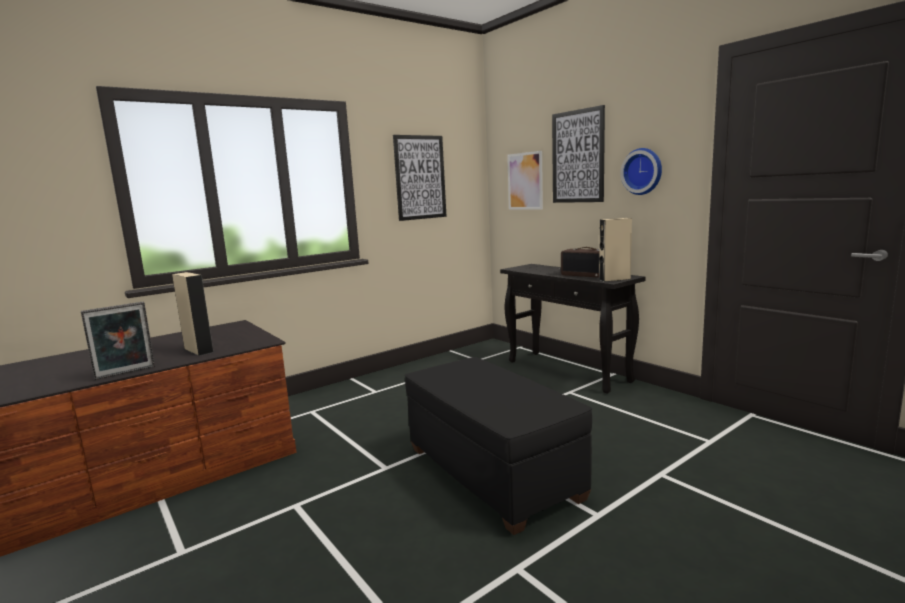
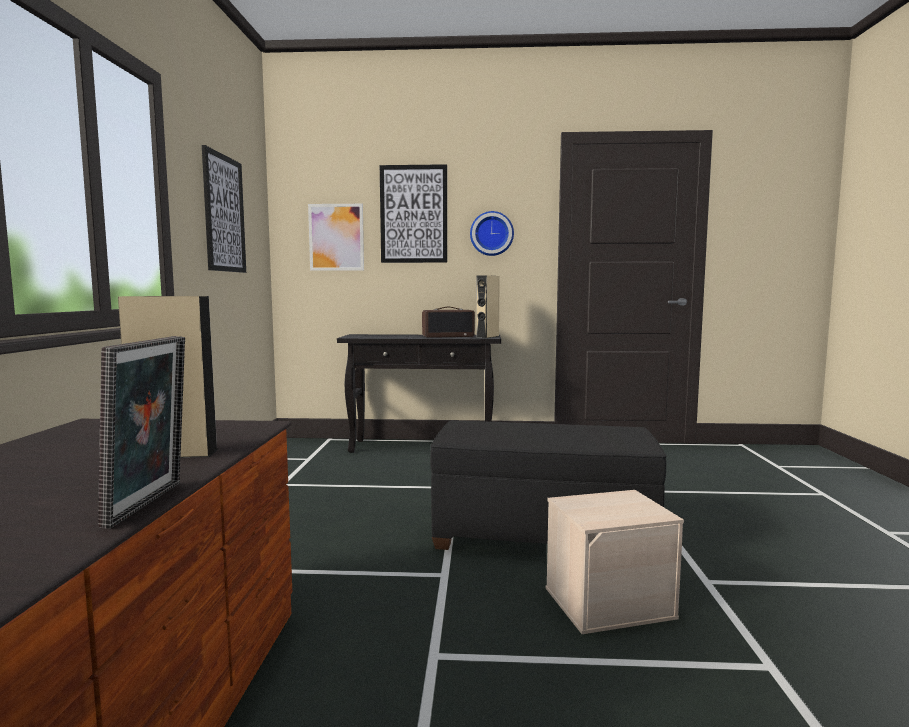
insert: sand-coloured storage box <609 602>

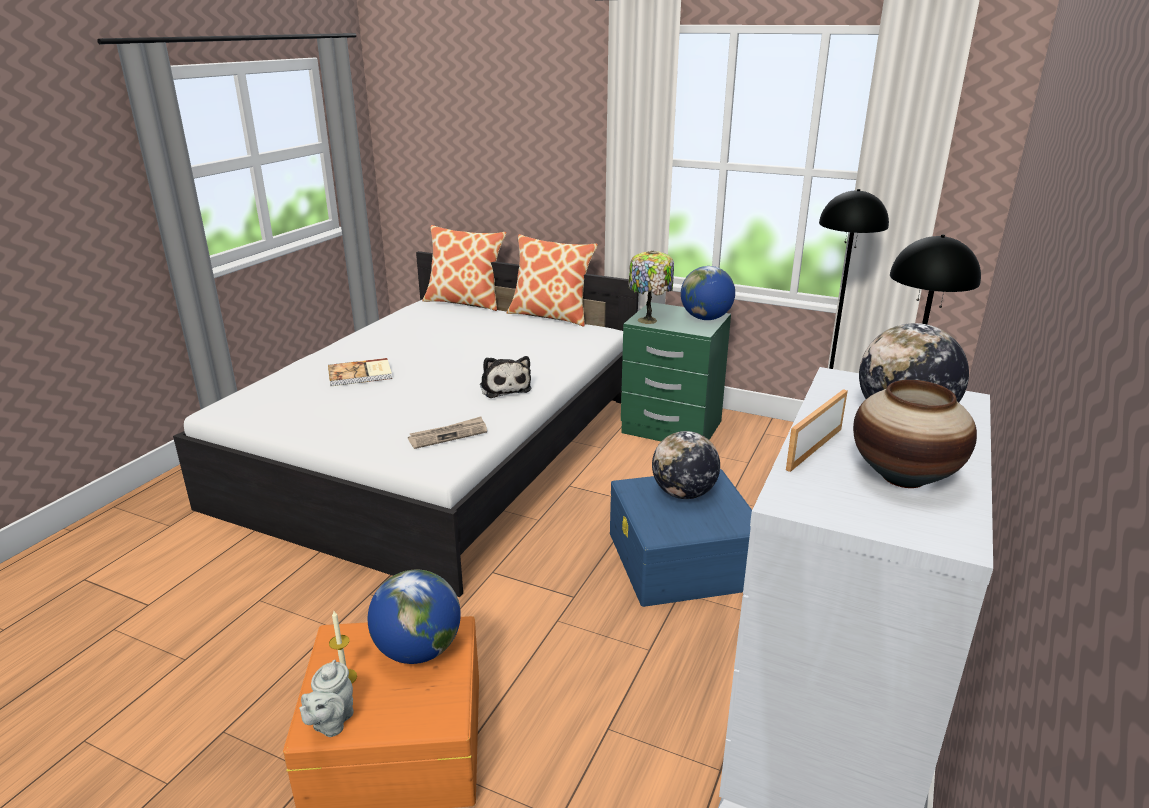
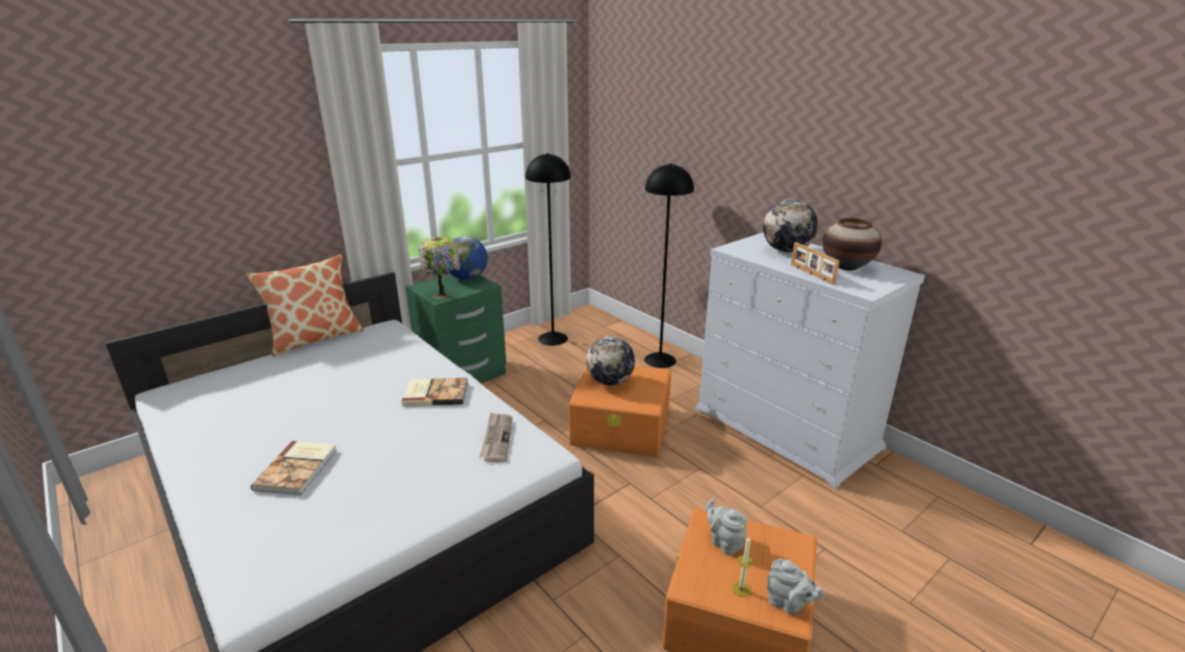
delete: pillow <465 302>
replace: world globe <418 650> to grey teapot <724 542>; soft toy <504 387> to book <435 393>
recolor: bluish storage box <682 560> to orangey storage box <622 425>

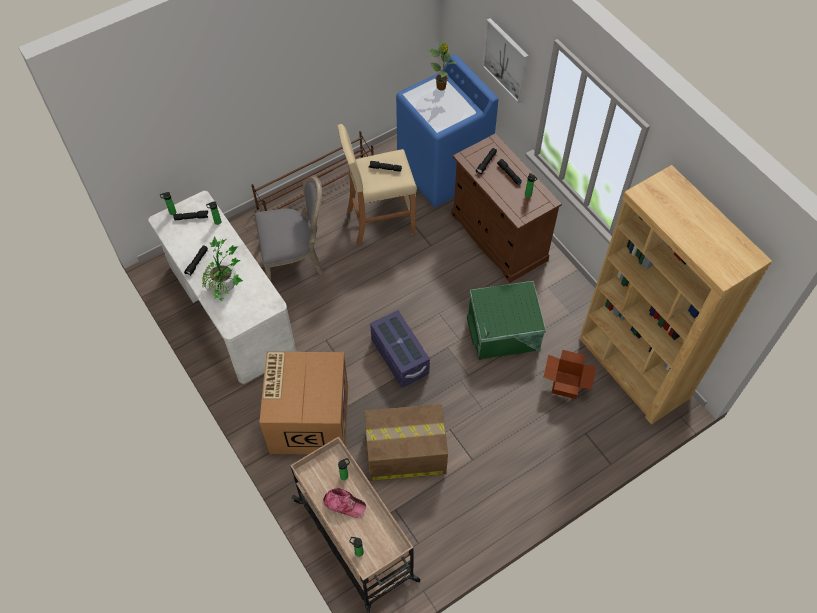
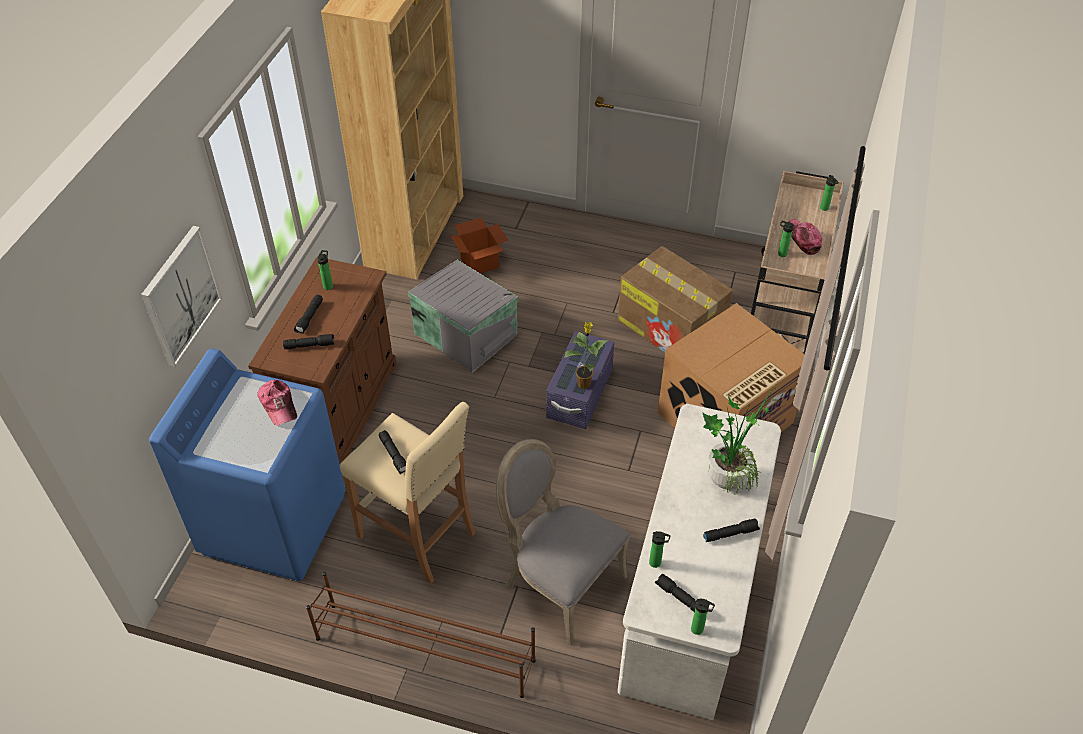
insert: baseball cap <278 405>
move: houseplant <441 87> to <584 383>
recolor: greenish storage box <504 333> to grey storage box <466 333>

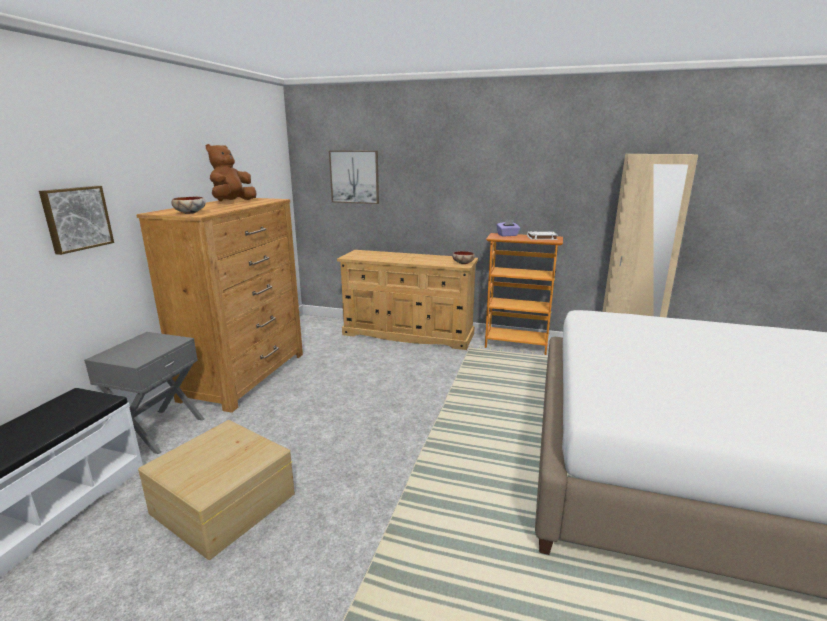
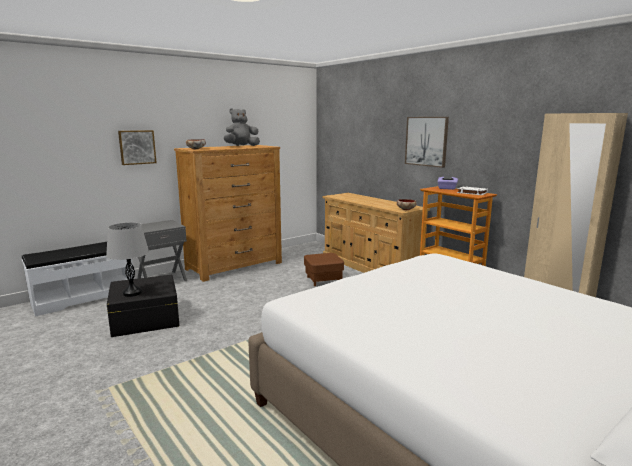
insert: grey table lamp <132 293>; brownish ottoman <323 280>
move: picture <354 177> to <426 141>
recolor: sand-coloured storage box <222 503> to black-coloured storage box <144 318>; brownish soft toy <232 202> to grey soft toy <241 146>

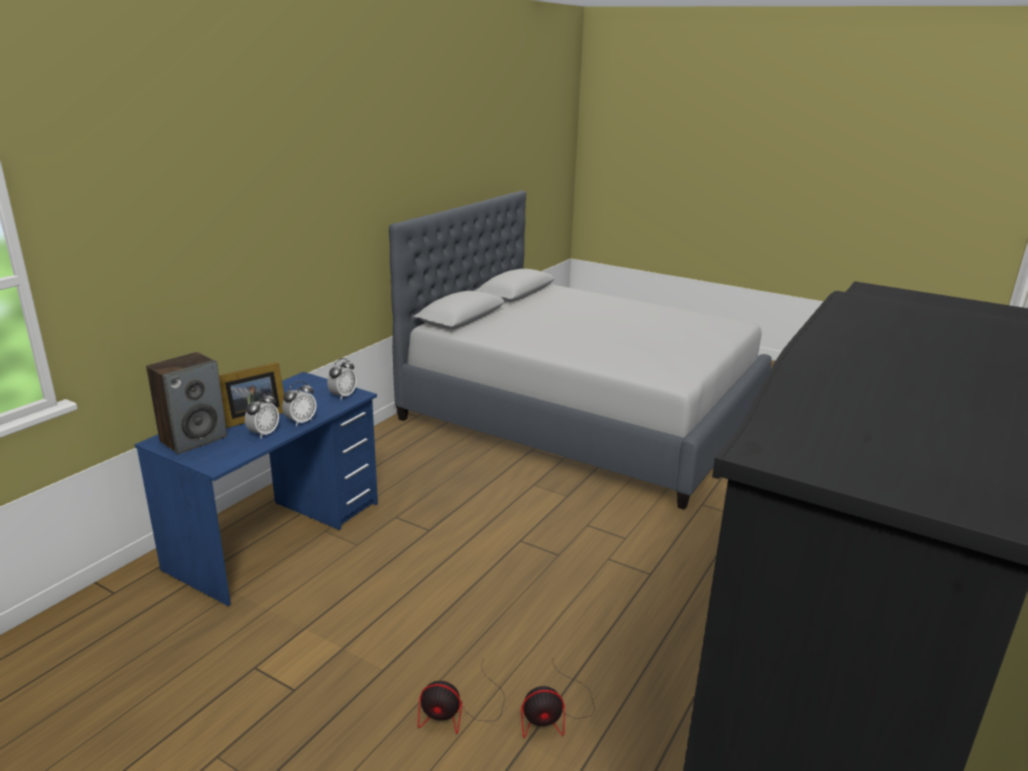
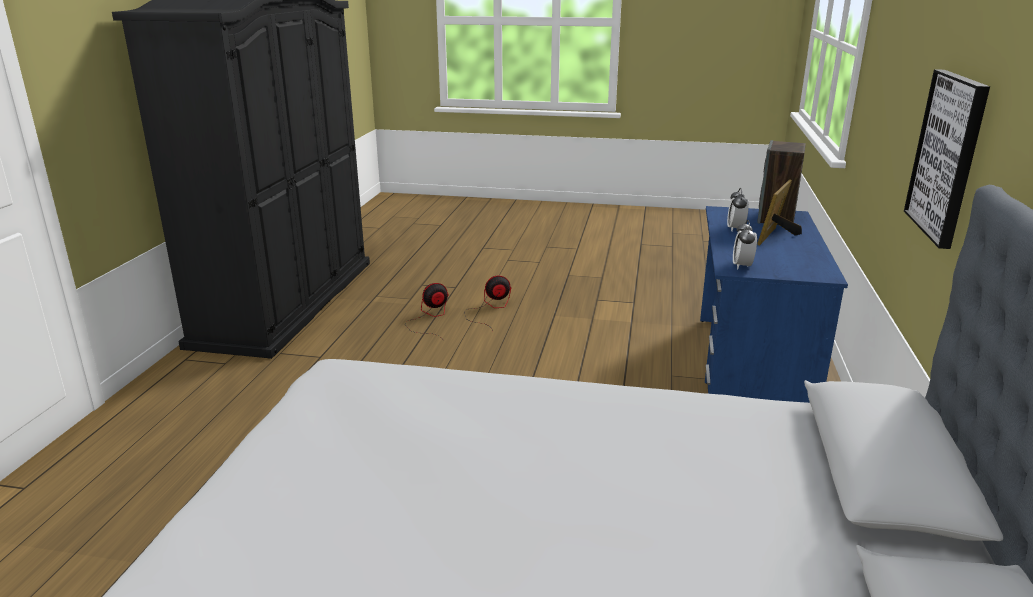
delete: alarm clock <300 421>
insert: picture <947 156>

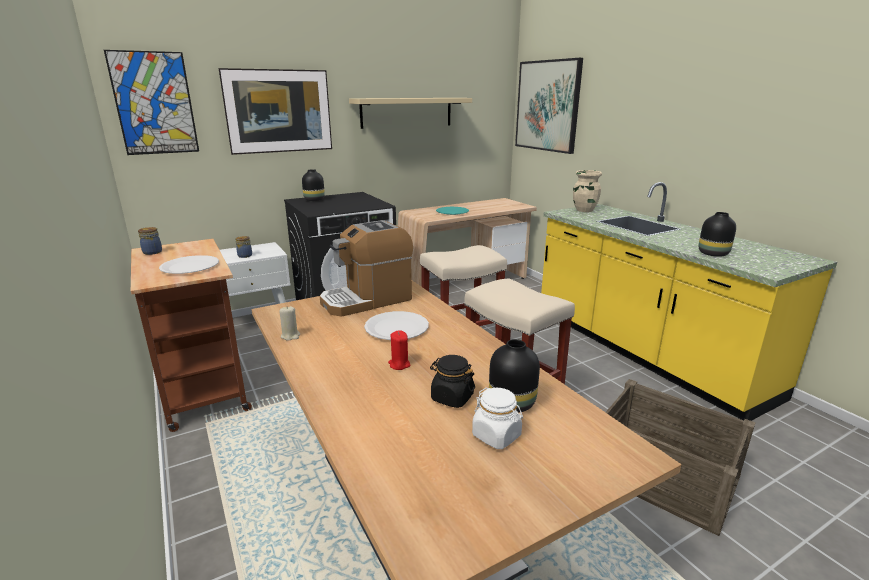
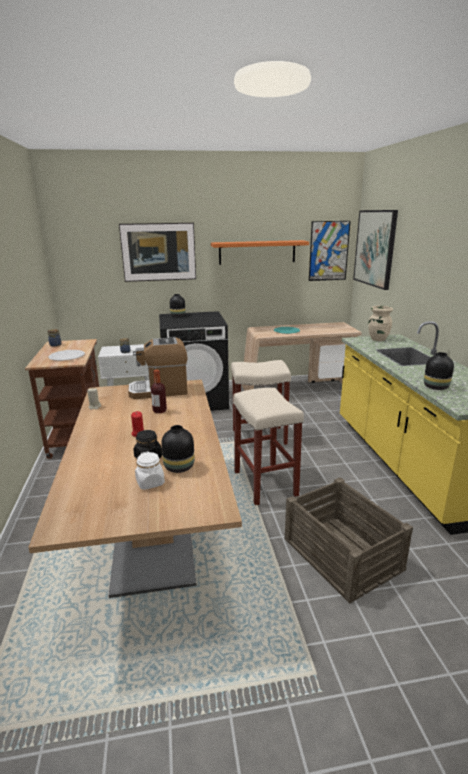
move: picture <154 103> to <329 251>
replace: white dinner plate <397 327> to beverage bottle <159 411>
recolor: sand-coloured shelf <406 112> to orangey shelf <257 252>

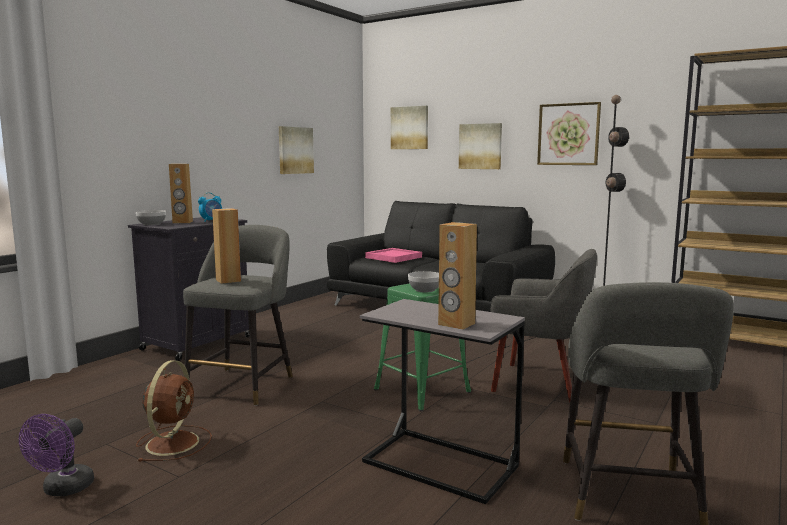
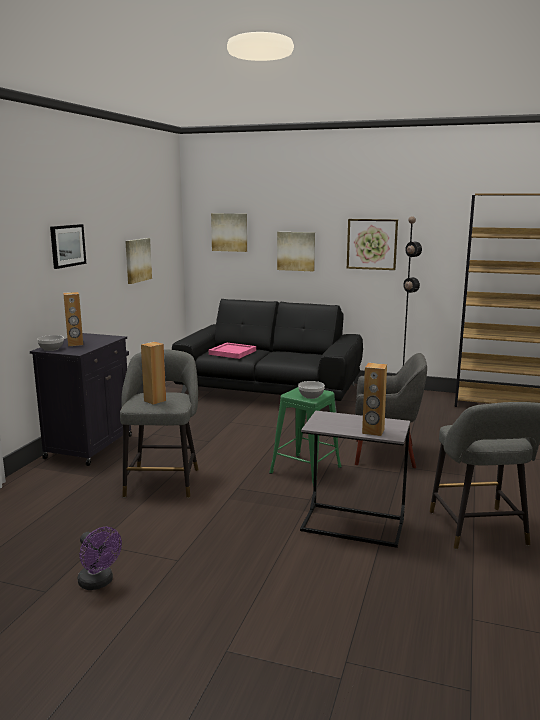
delete: brownish electric fan <174 442>; alarm clock <211 221>
insert: picture <67 245>
rotate: purple-coloured electric fan <63 490> = <99 583> 45 degrees counterclockwise

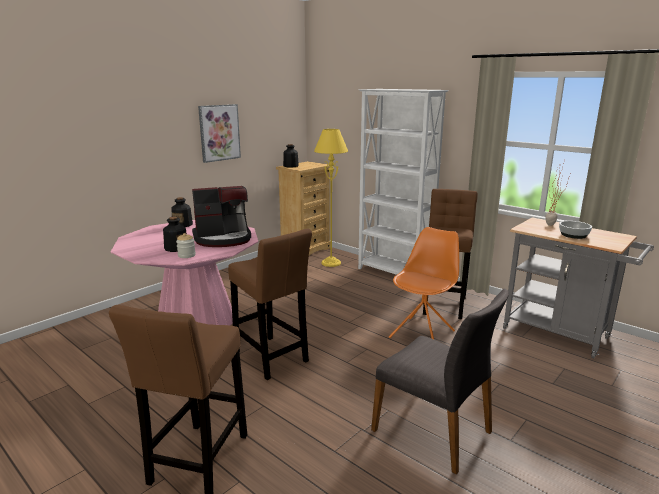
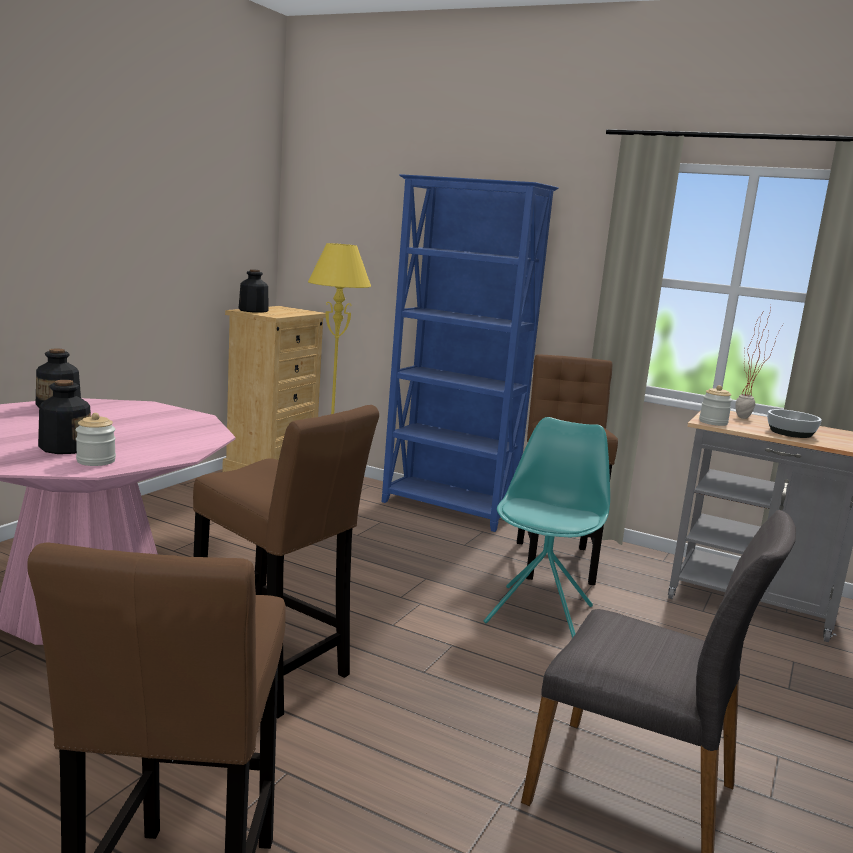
delete: coffee maker <223 239>; picture <219 132>
insert: preserve jar <713 422>
recolor: white bookshelf <394 273> to bluish bookshelf <448 510>; orangey chair <422 334> to blue-green chair <540 613>

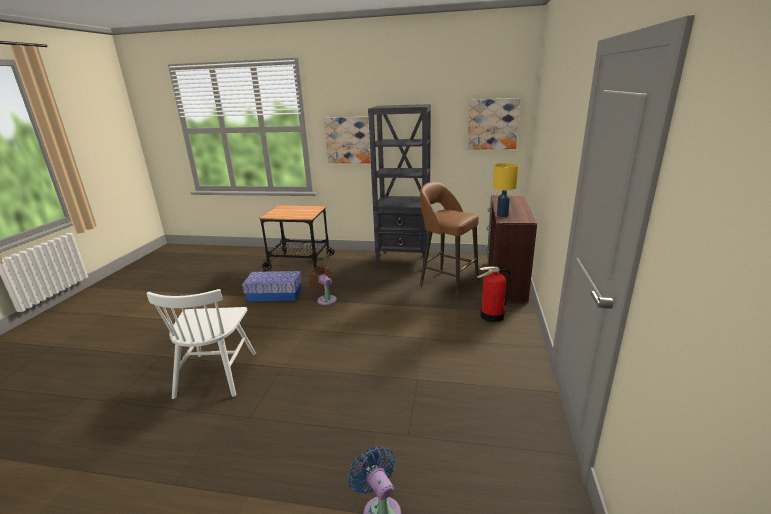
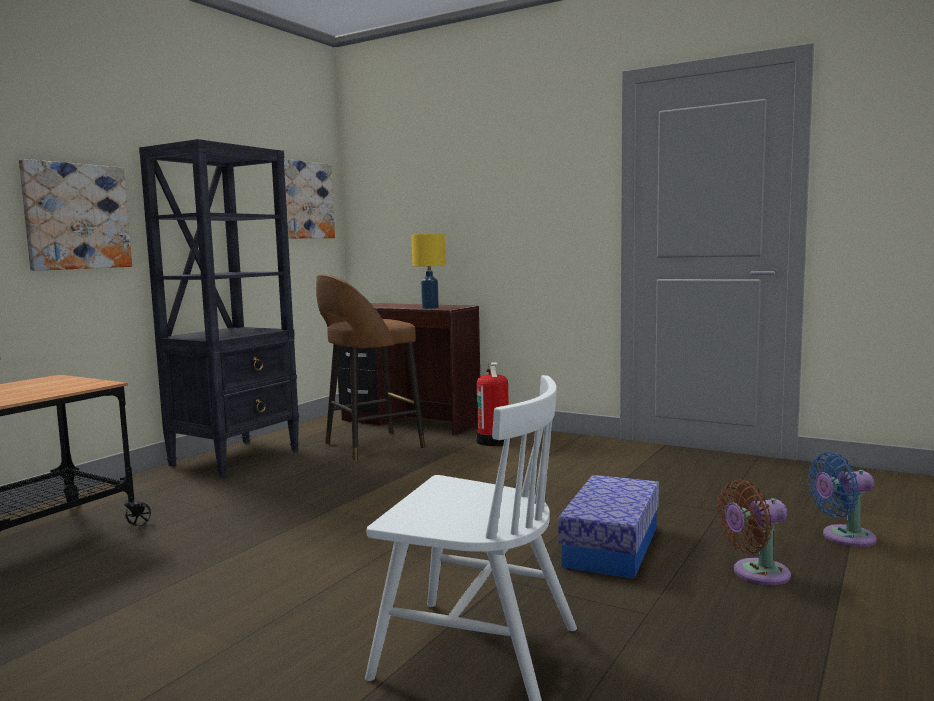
move: storage box <275 294> to <611 546>; brownish electric fan <326 299> to <756 574>

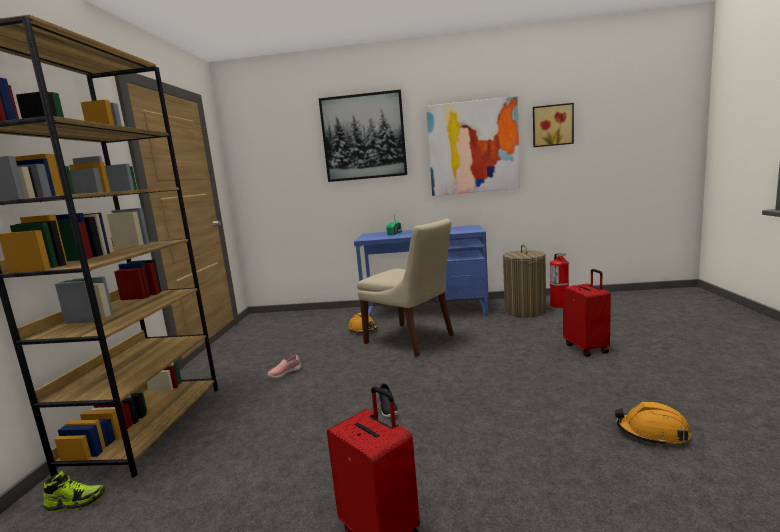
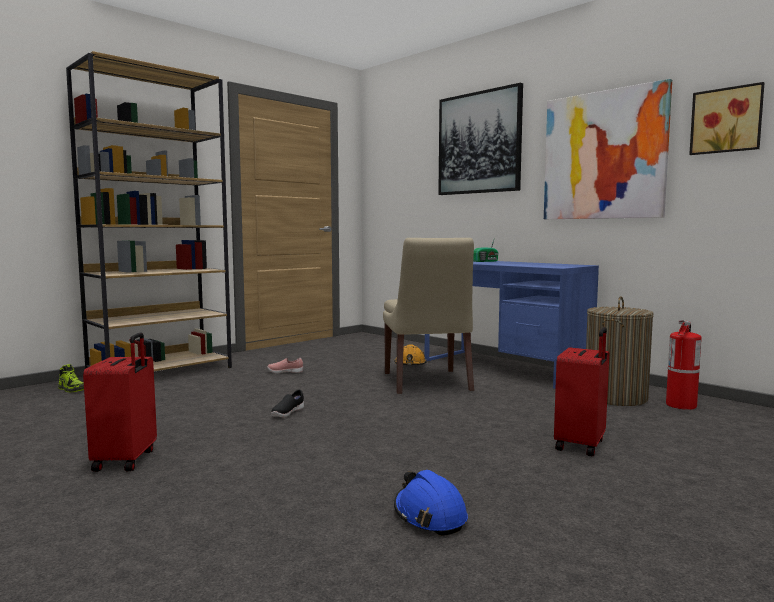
recolor: orangey safety helmet <652 433> to bluish safety helmet <429 515>

